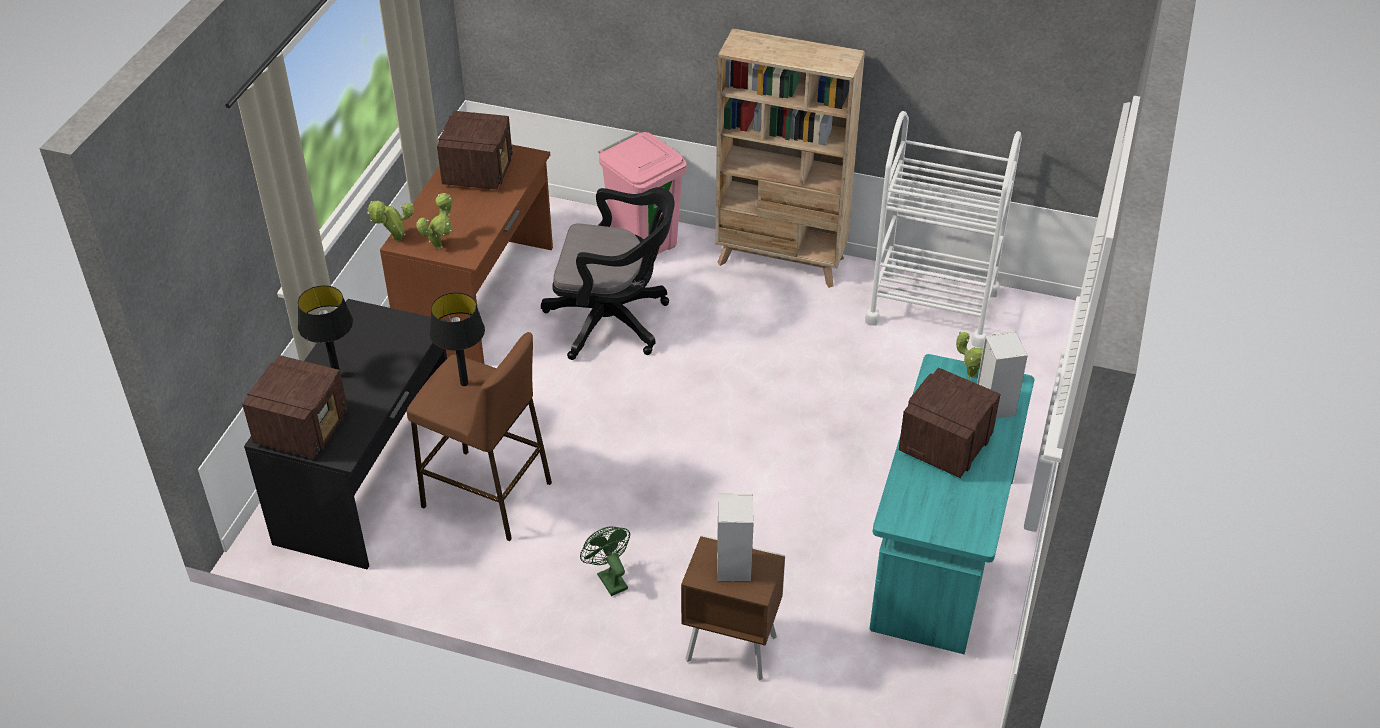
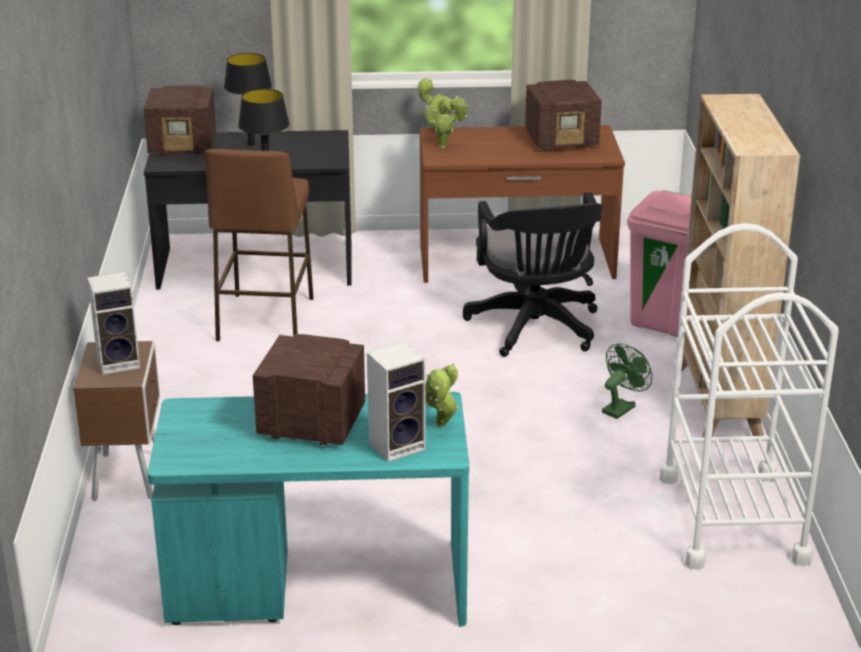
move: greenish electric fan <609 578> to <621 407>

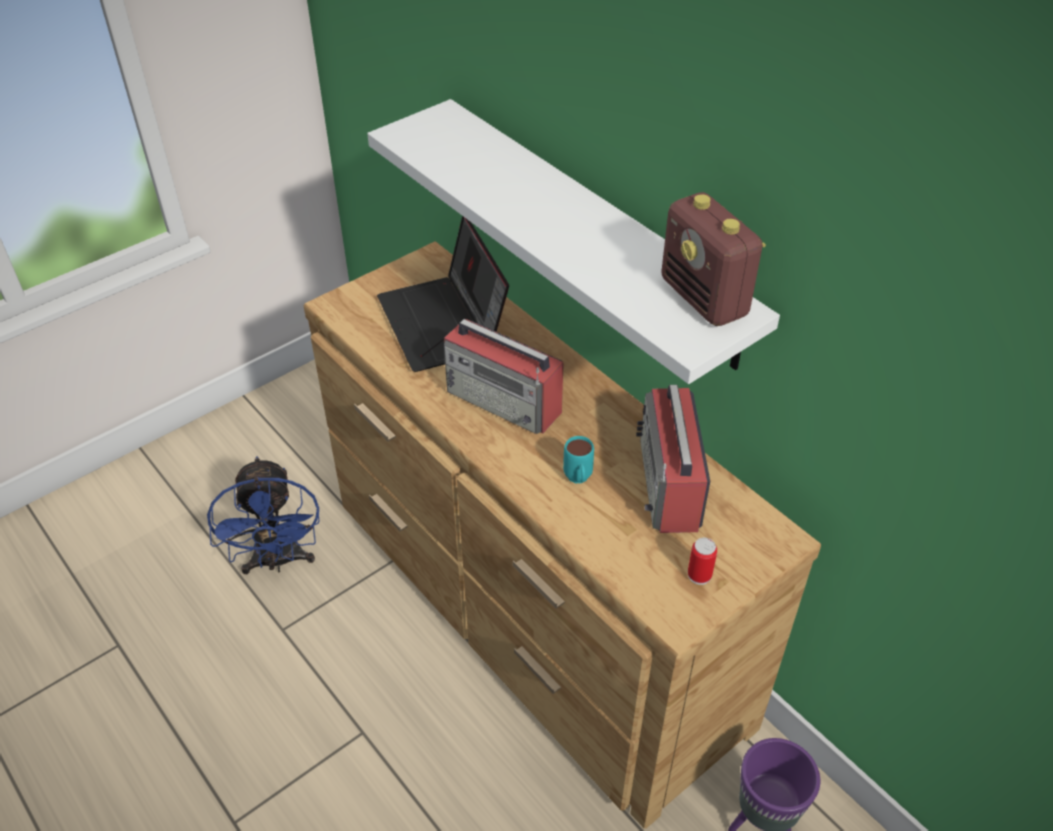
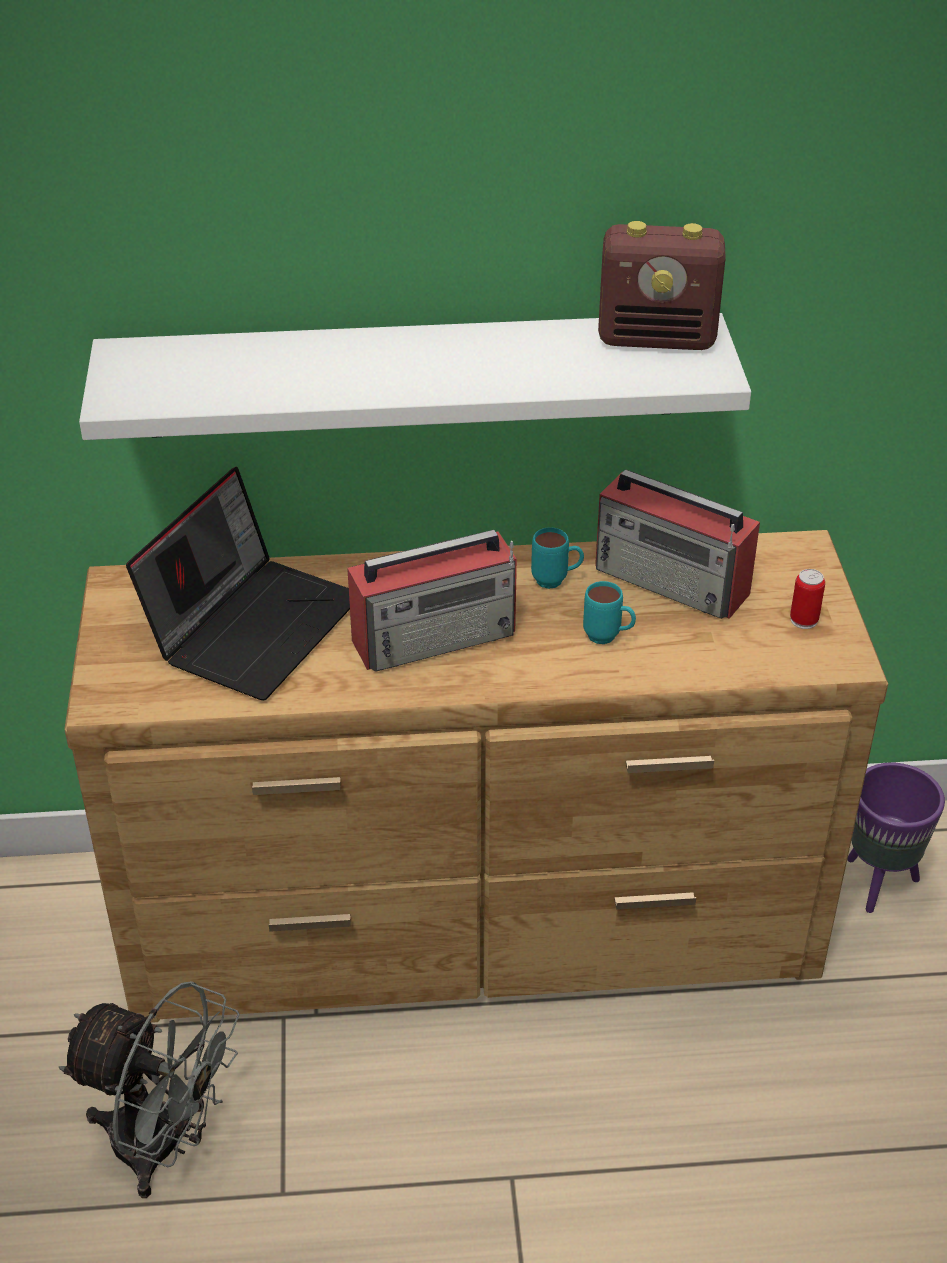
insert: blue-green coffee mug <556 581>
recolor: bluish electric fan <278 561> to grey electric fan <164 1146>
rotate: notebook computer <444 324> = <253 625> 75 degrees counterclockwise

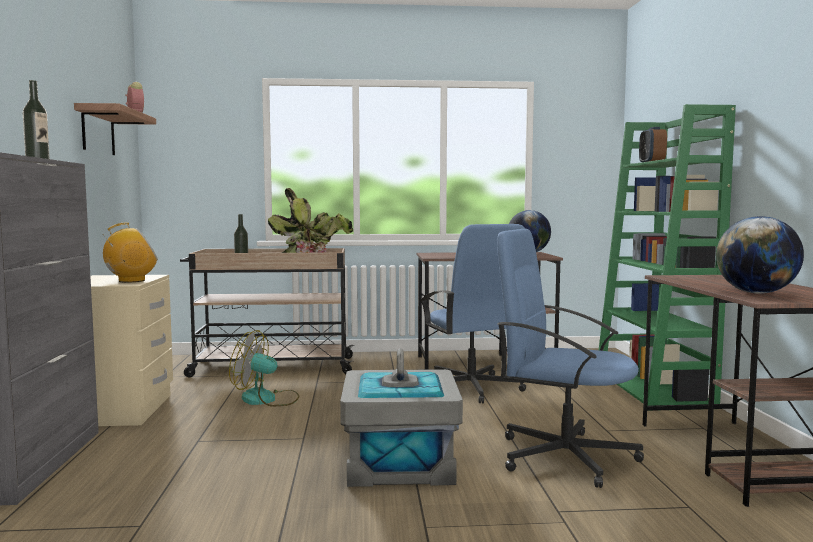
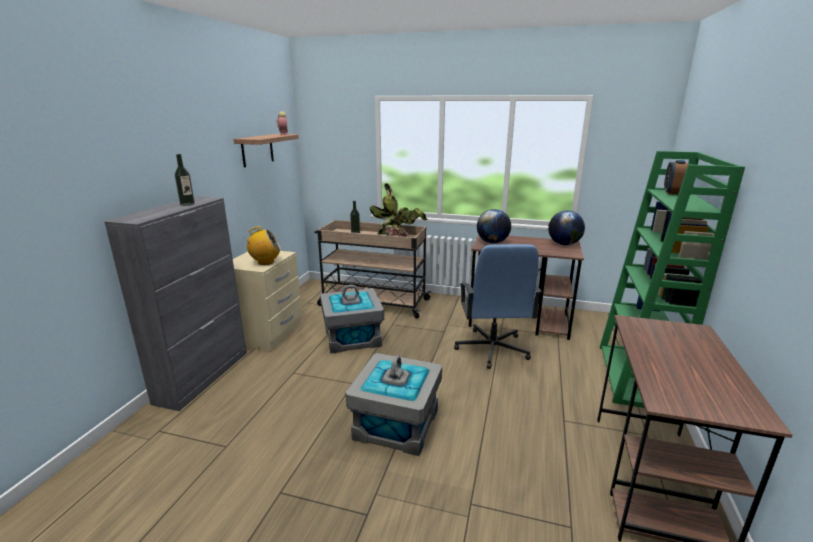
delete: bluish computer chair <563 456>
move: world globe <756 293> to <492 242>
replace: electric fan <266 399> to grey storage box <352 337>

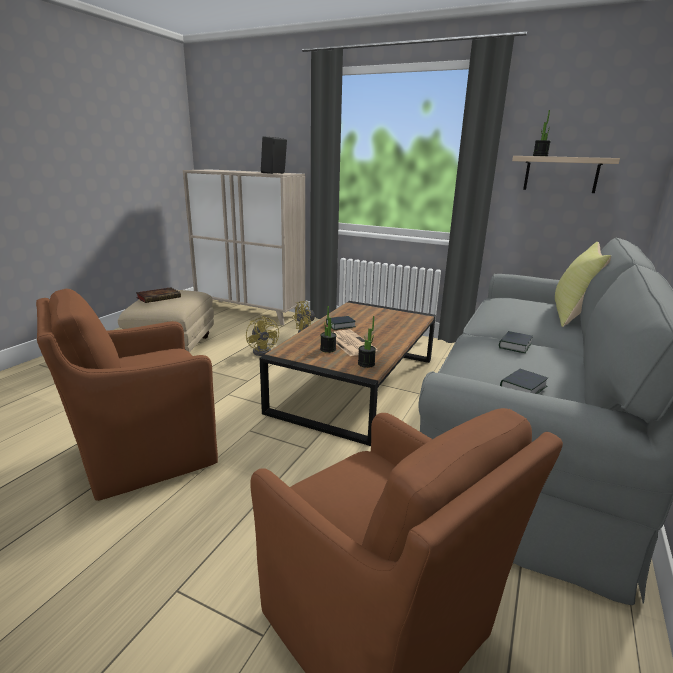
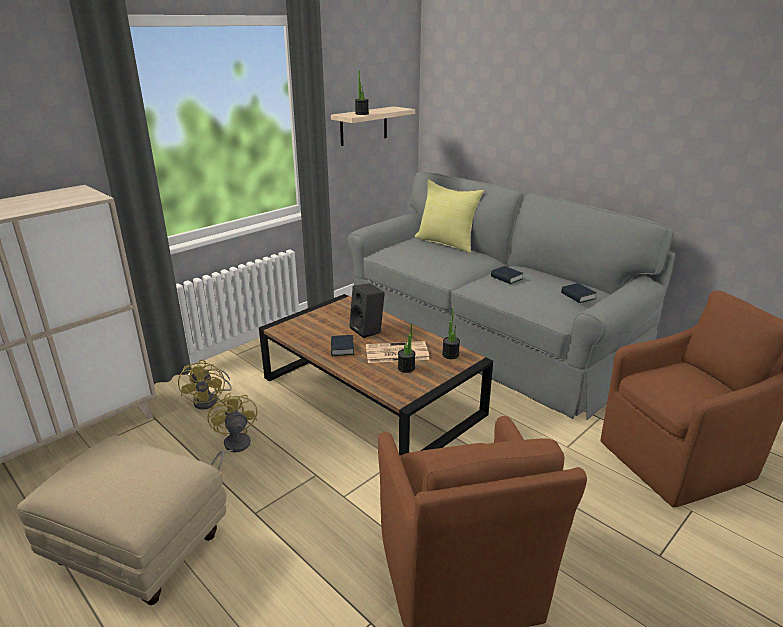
delete: book <159 297>
move: black-coloured loudspeaker <274 173> to <368 330>
rotate: yellow electric fan <264 351> = <233 448> 105 degrees counterclockwise

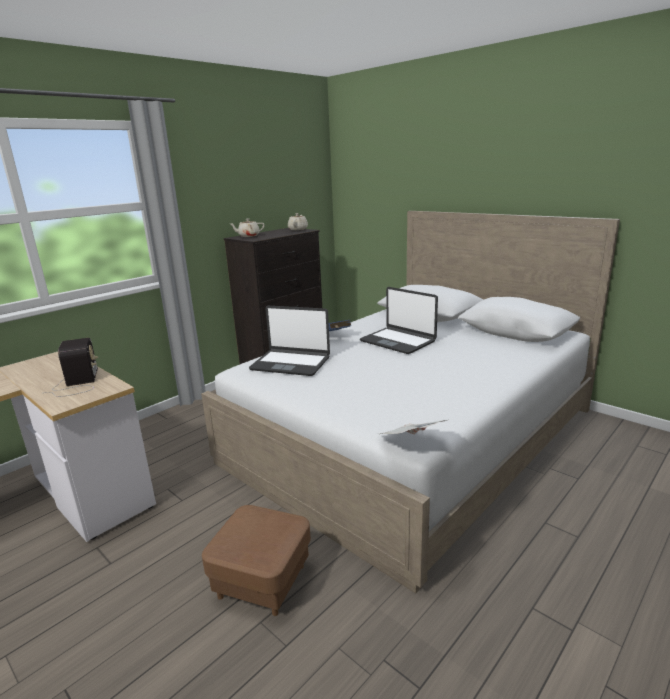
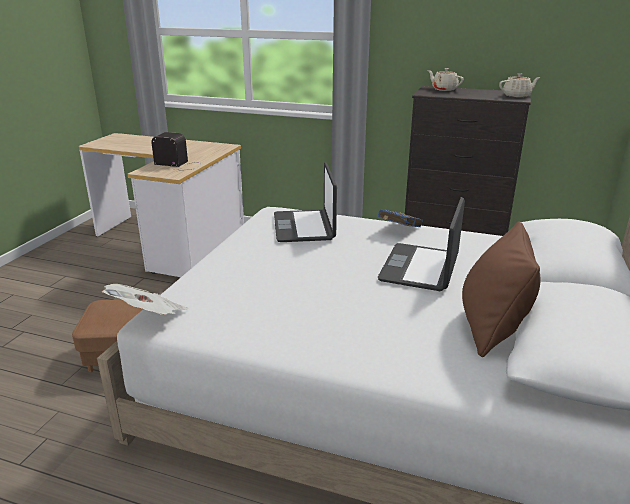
insert: brownish pillow <491 328>
rotate: radio receiver <77 383> = <179 164> 120 degrees counterclockwise

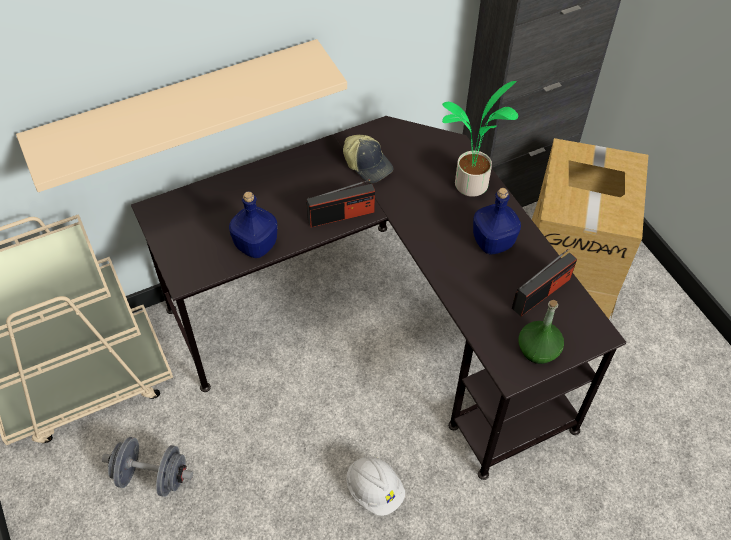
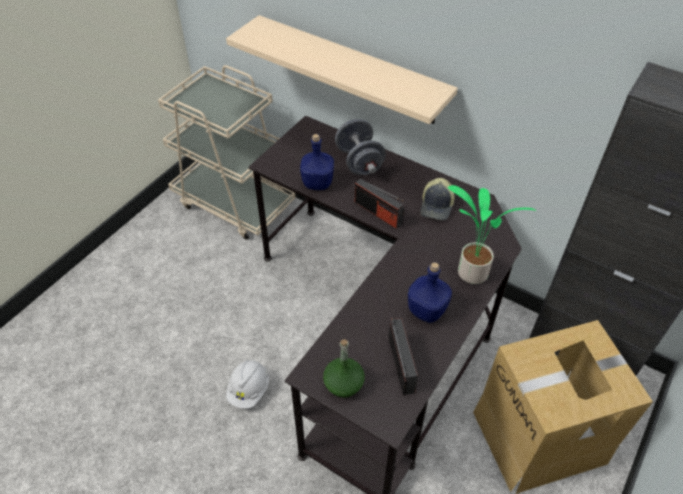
move: grey hand weight <152 476> to <359 162>
rotate: radio receiver <541 293> = <401 364> 120 degrees counterclockwise

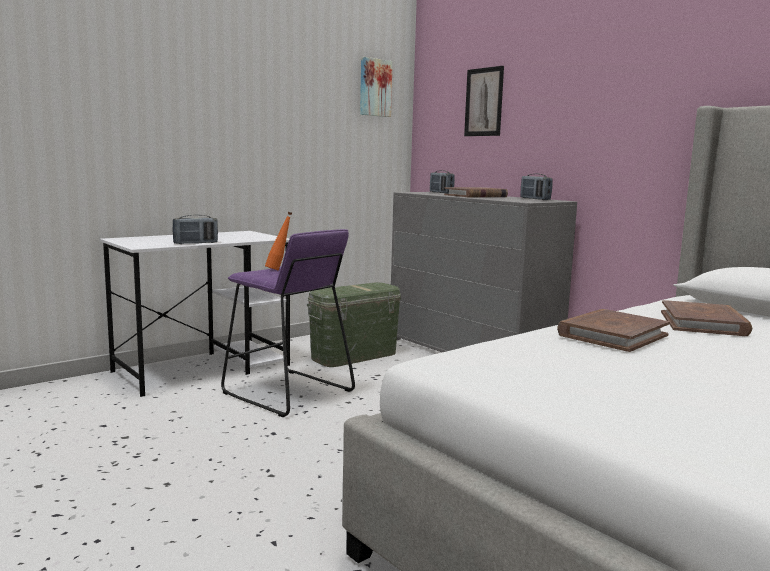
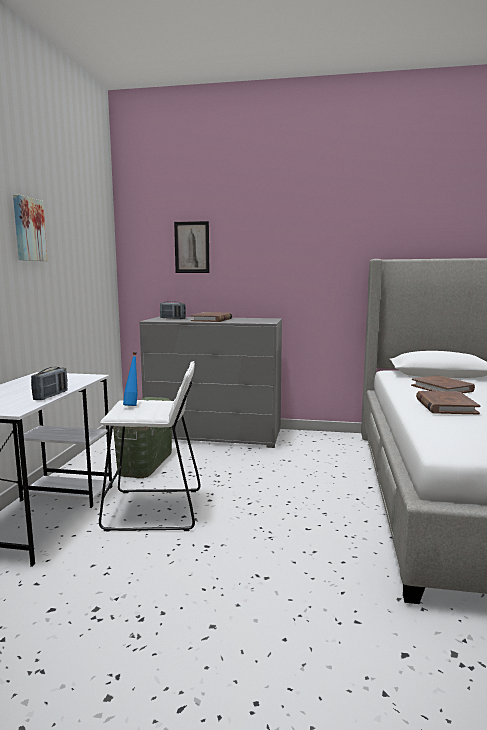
delete: radio receiver <535 199>
move: picture <374 87> to <28 229>
recolor: purple-coloured stool seat <287 392> to white stool seat <154 510>; orangey beverage bottle <279 270> to bluish beverage bottle <132 405>

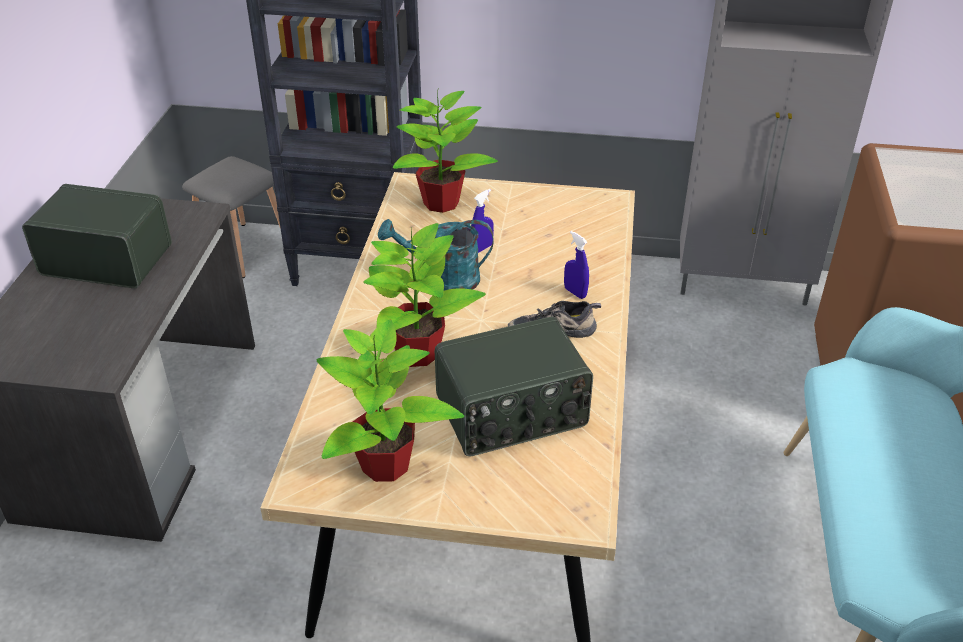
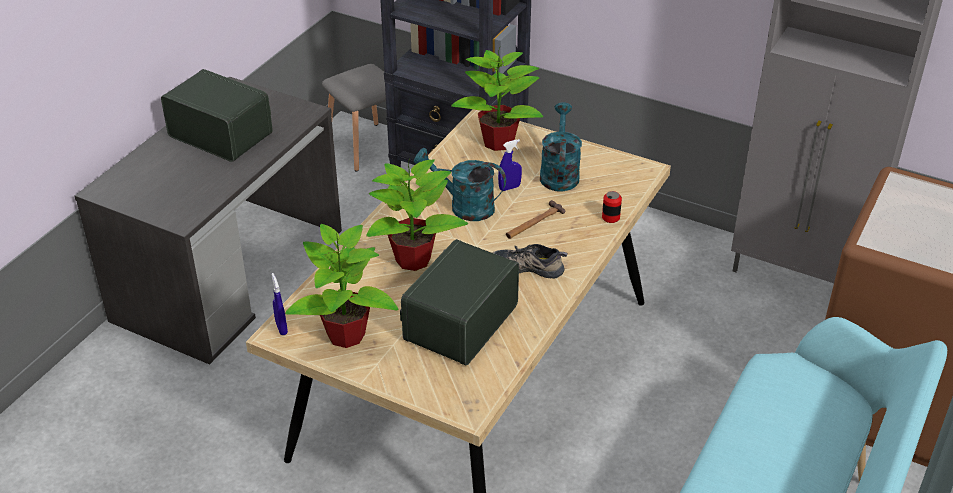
insert: hammer <534 222>; blue-green sprinkling can <559 173>; can <610 217>
move: bluish spray bottle <575 292> to <281 328>
rotate: radio receiver <512 413> = <459 322> 120 degrees clockwise

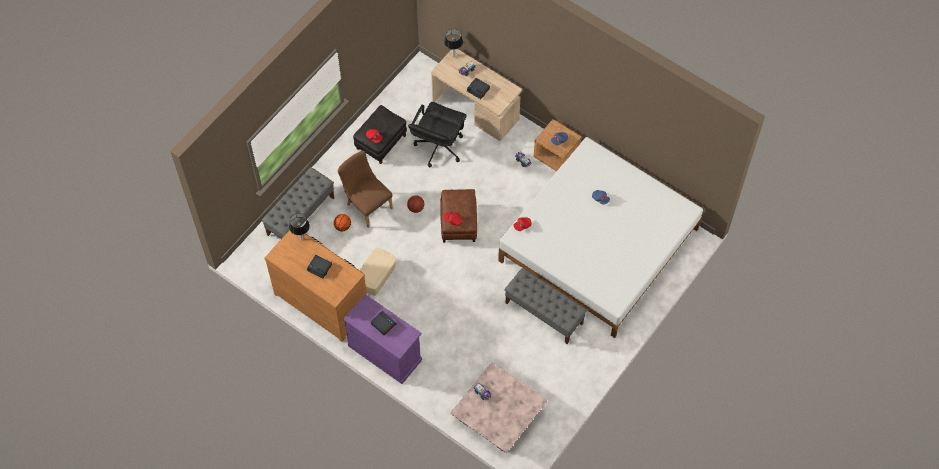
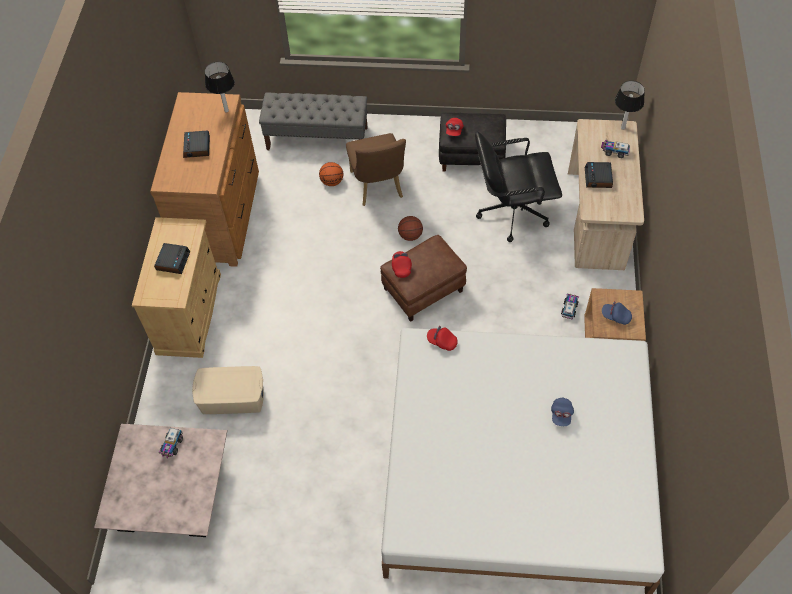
delete: grey long seat <544 313>
move: sand-coloured storage box <376 276> to <232 397>
recolor: purple-coloured cabinet <385 352> to sand-coloured cabinet <189 313>
rotate: brownish chair <367 205> = <378 187> 150 degrees clockwise

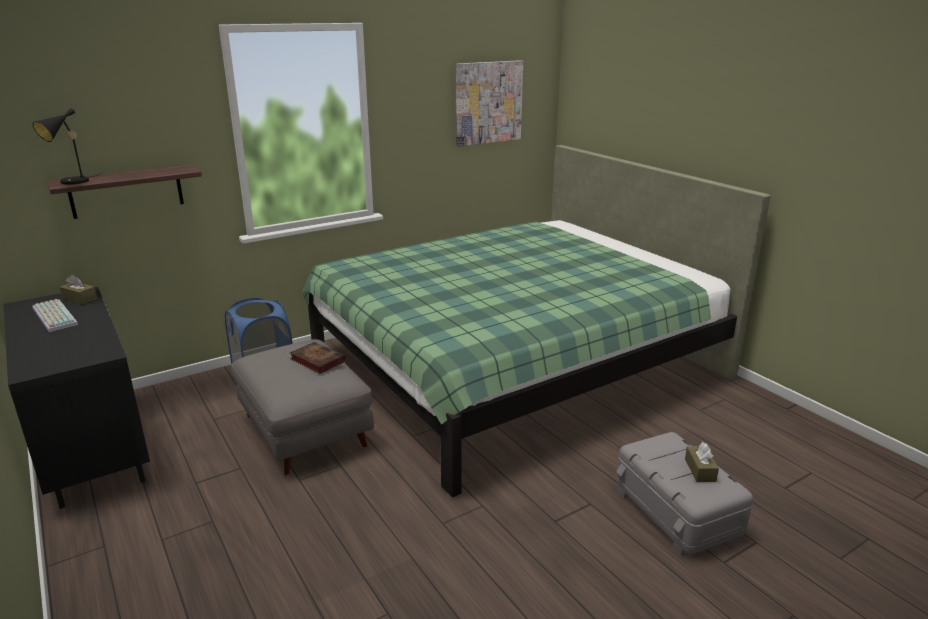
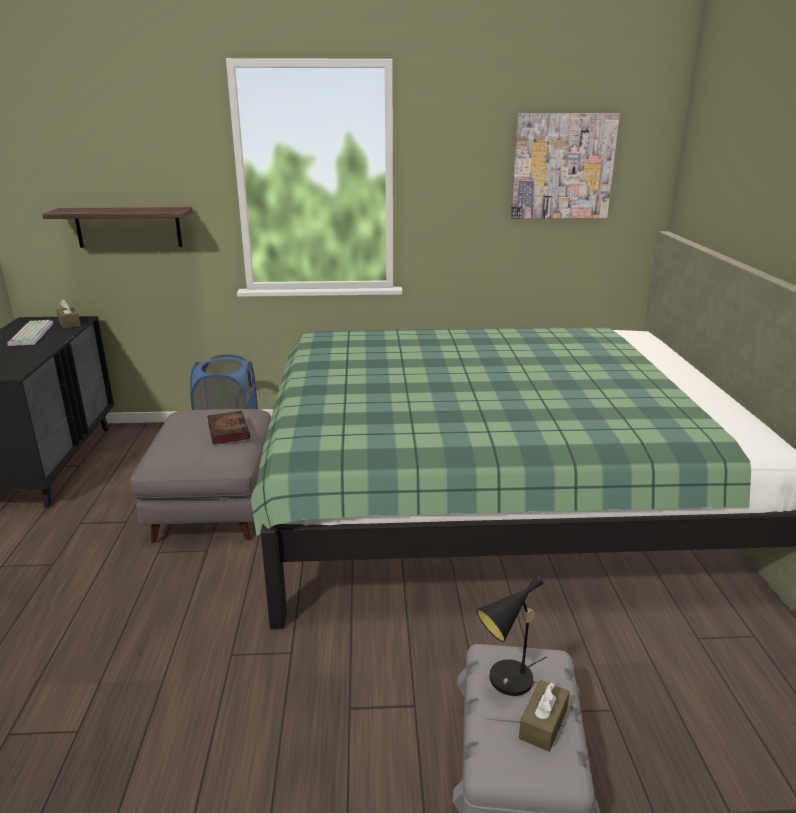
move: black-coloured table lamp <71 182> to <506 683>

